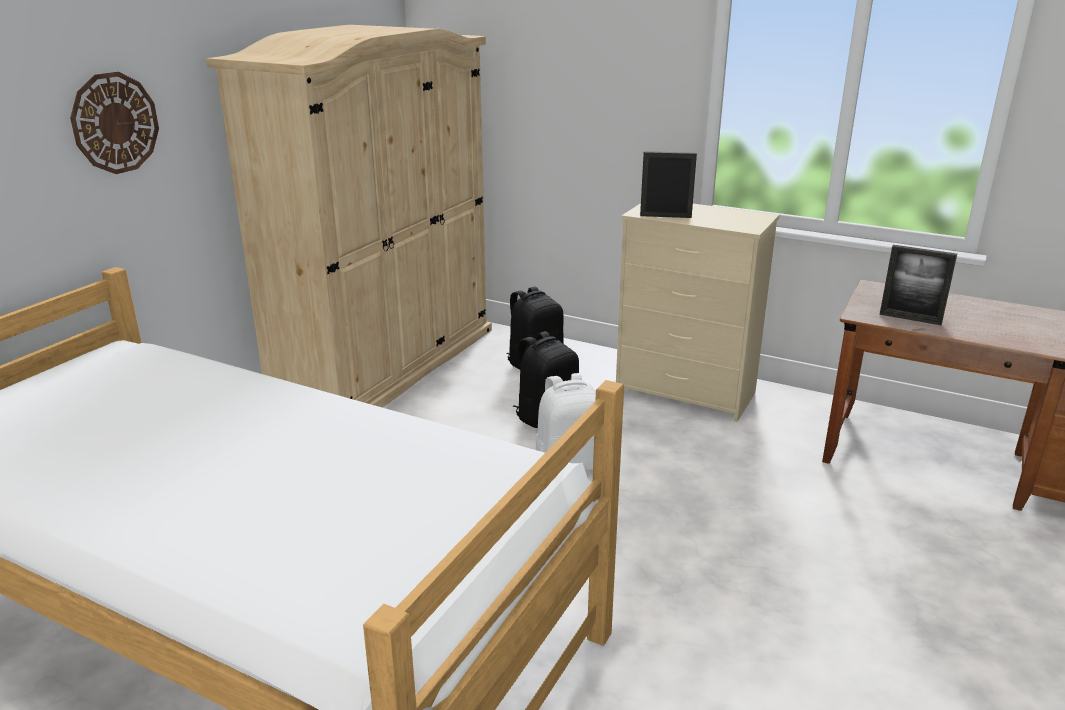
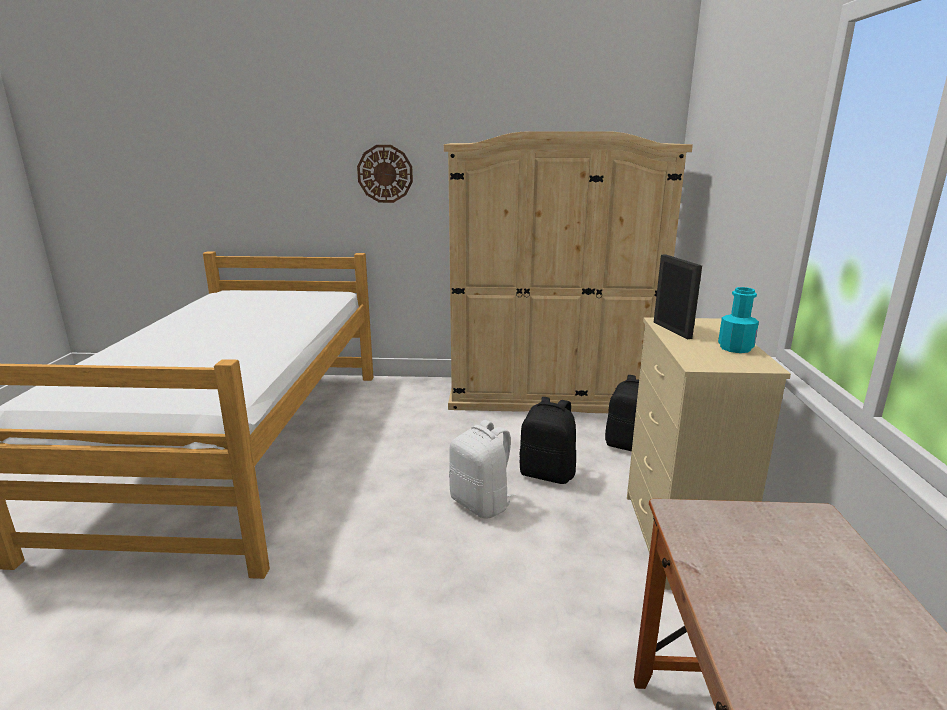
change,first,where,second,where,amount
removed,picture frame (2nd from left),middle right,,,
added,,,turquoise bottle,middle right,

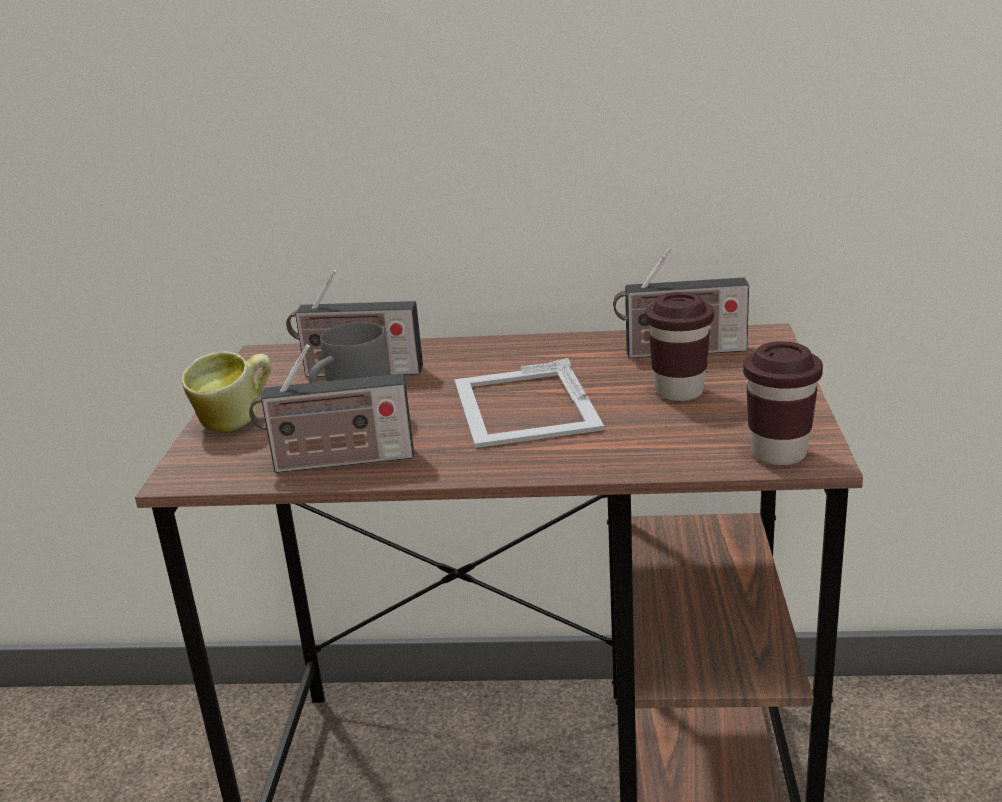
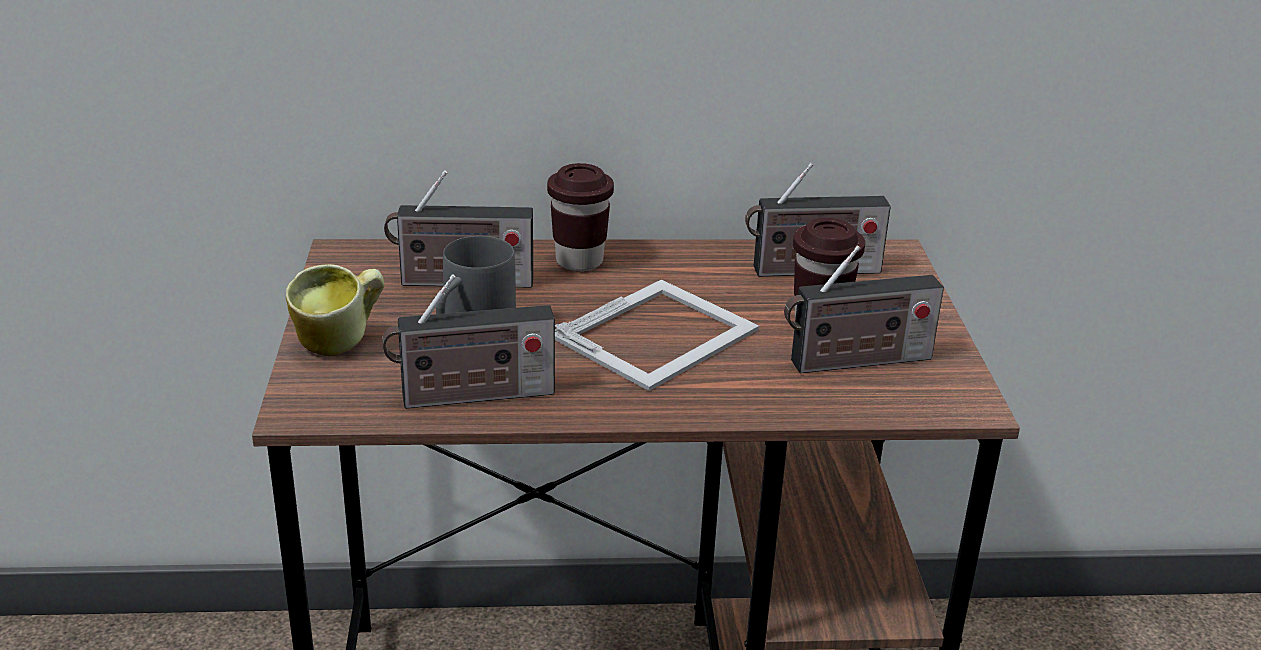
change,first,where,second,where,amount
moved,brown cup (2nd from left in the first image),middle right,brown cup (1st from left),centre,
turned,picture frame,centre,,centre,120 degrees counterclockwise
added,,,radio (4th from left),middle right,

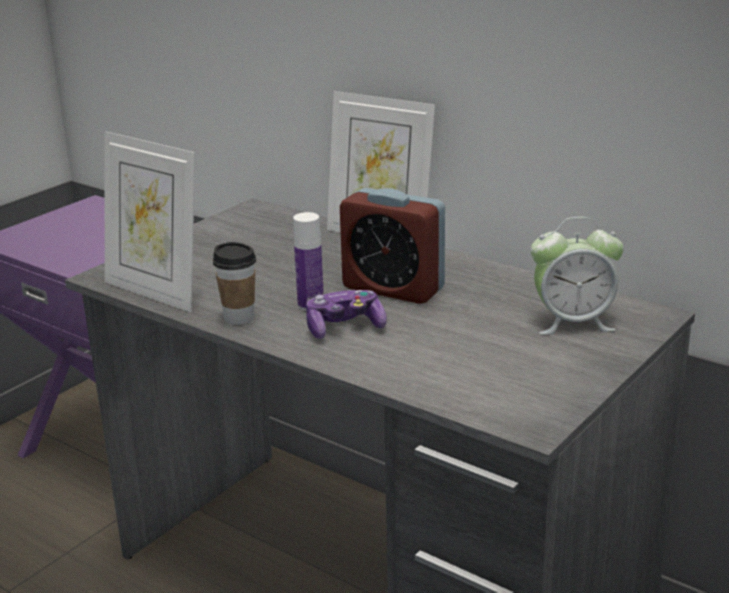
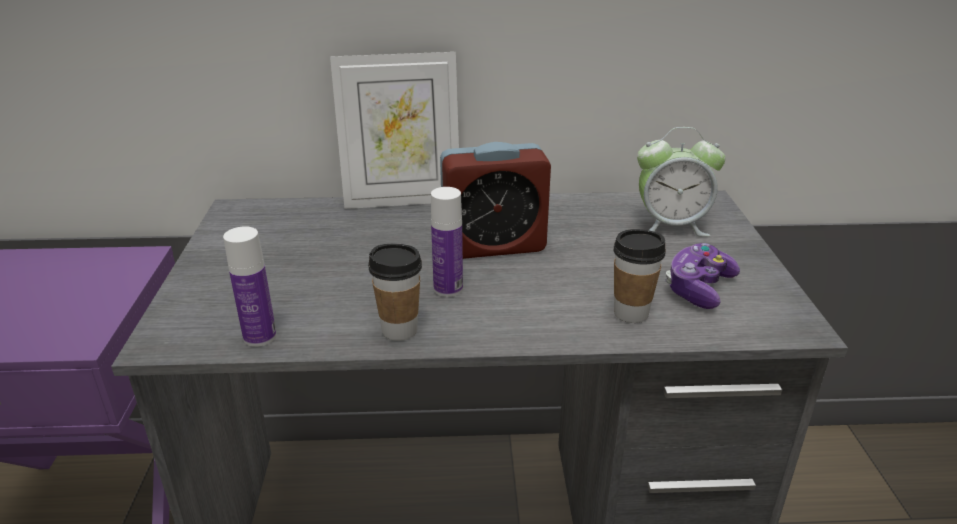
change,first,where,second,where,amount
replaced,picture frame (1st from left),middle left,bottle (1st from left),middle left,
turned,alarm clock (2nd from left),middle right,,middle right,45 degrees clockwise
moved,game controller,centre,,middle right,
added,,,cup (2nd from left),middle right,

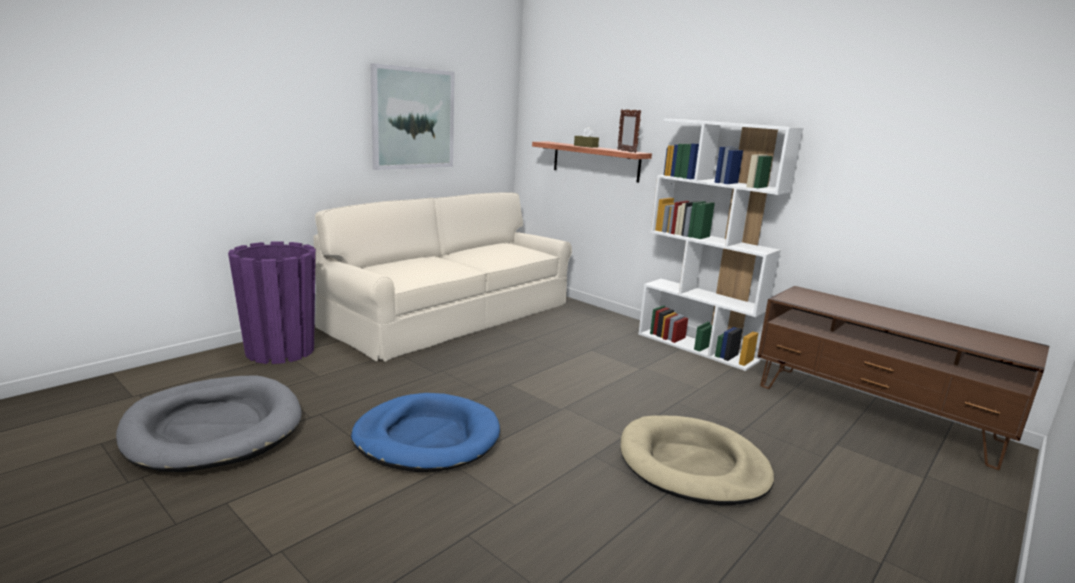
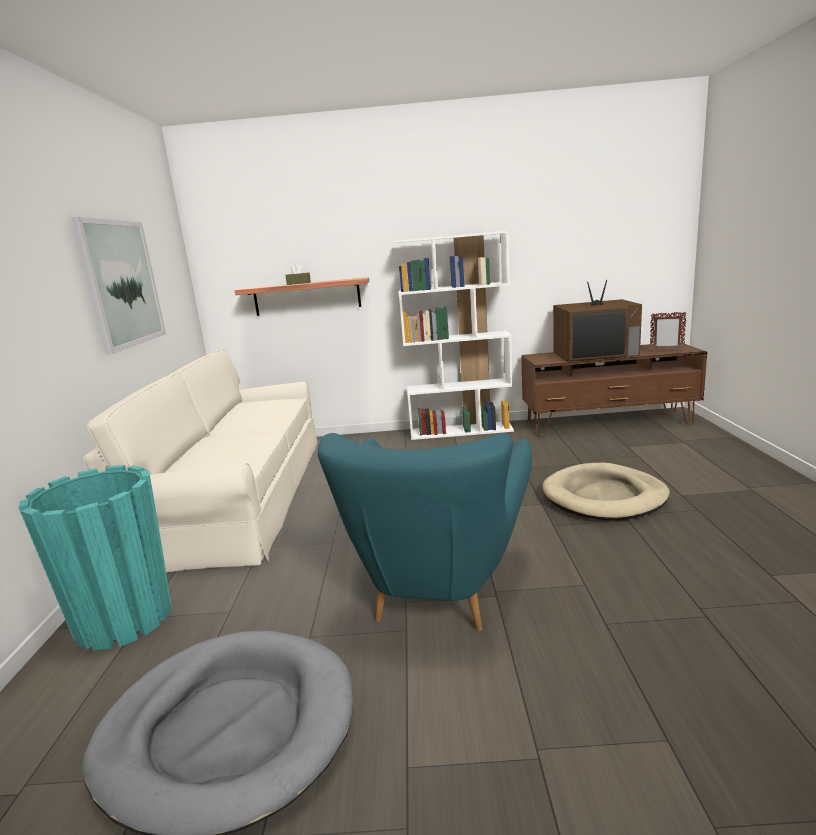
change,first,where,second,where,amount
moved,picture frame,top centre,,middle right,
recoloured,purple planter,middle left,turquoise planter,bottom left,
replaced,blue dog bed,bottom centre,turquoise armchair,centre,
added,,,television,middle right,

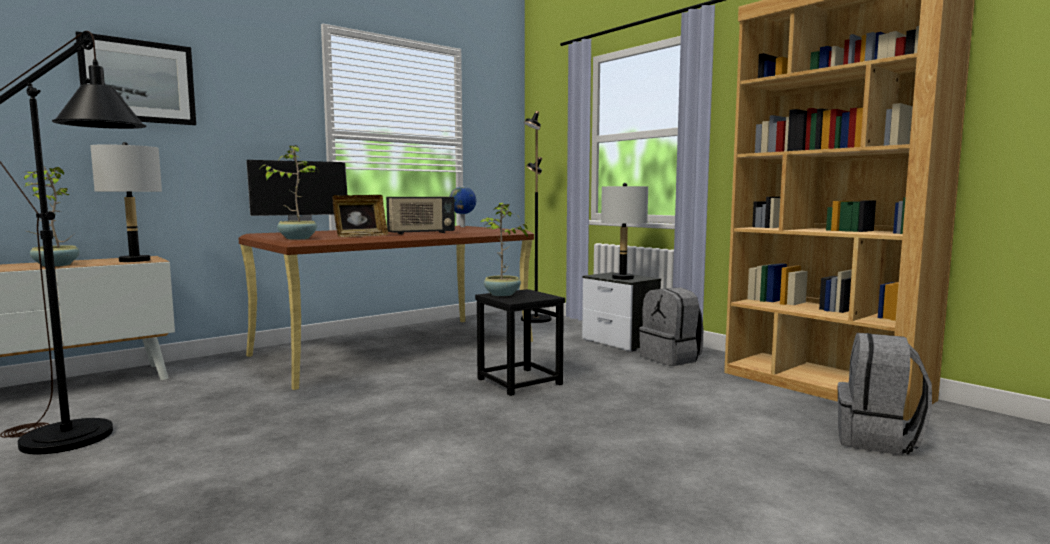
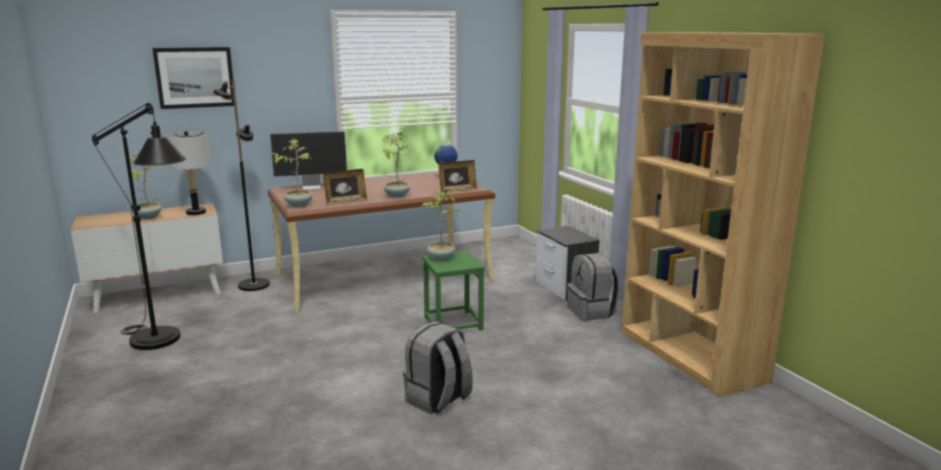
change,first,where,second,where,amount
moved,black floor lamp (2nd from left),centre,,middle left,
removed,grey table lamp (2nd from left),centre,,,
replaced,radio,centre,potted plant (3rd from left),centre,
recoloured,black stool,centre,green stool,centre,
moved,grey backpack (2nd from left in the first image),bottom right,grey backpack (1st from left),bottom centre,
added,,,picture frame (2nd from left),centre,

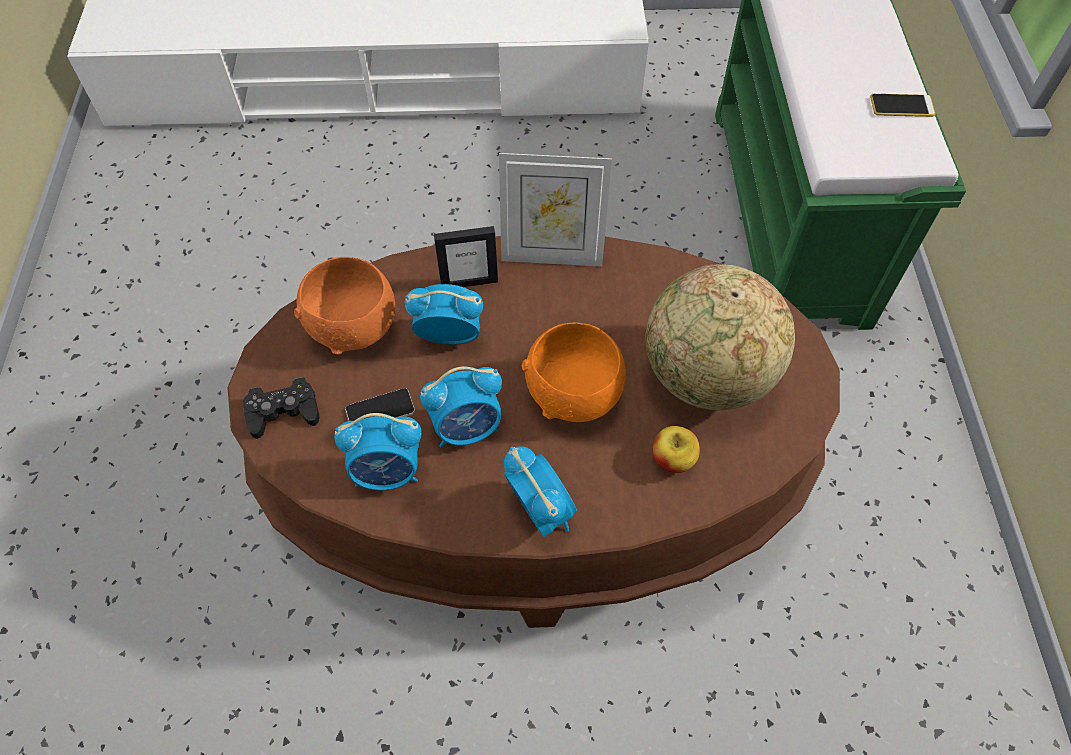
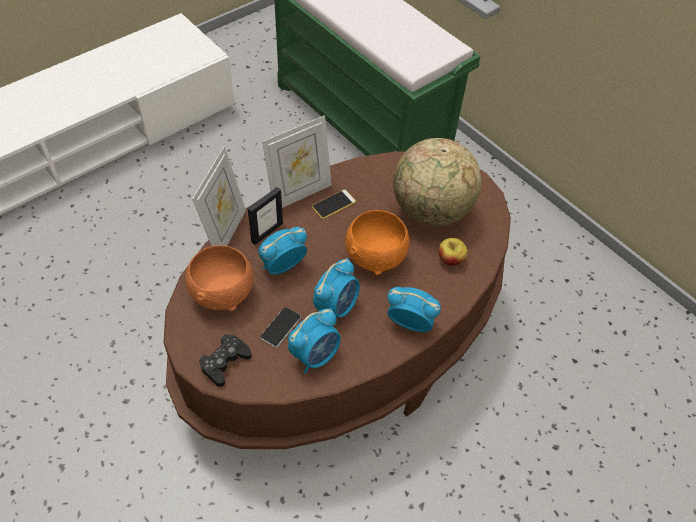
change,first,where,second,where,amount
moved,phone (2nd from left),top right,,centre,
added,,,picture frame (1st from left),middle left,

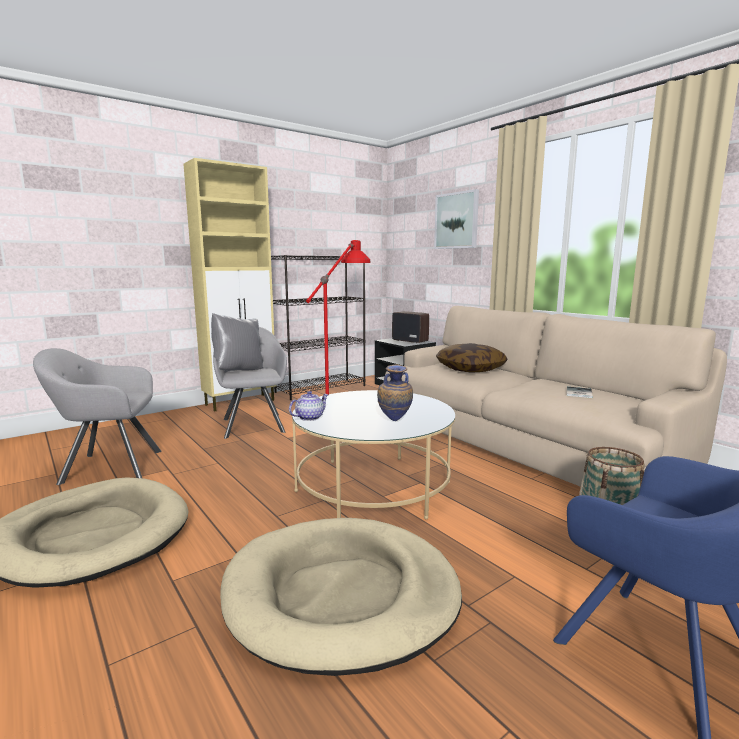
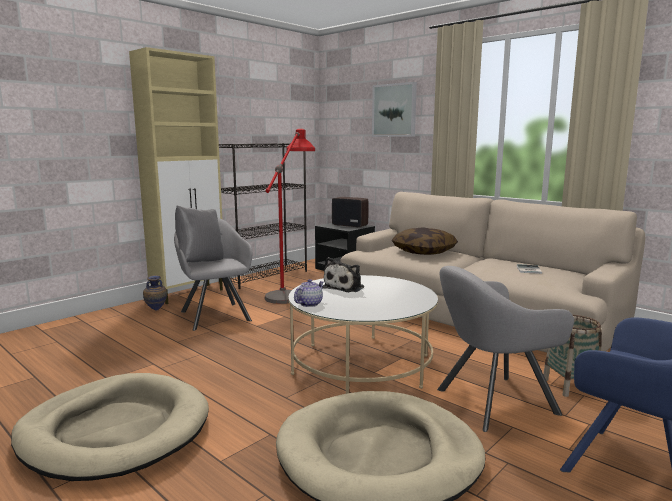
change,first,where,second,where,amount
moved,grey armchair (1st from left in the first image),middle left,grey armchair (2nd from left),bottom right,
moved,vase,centre,,middle left,
added,,,plush toy,centre,

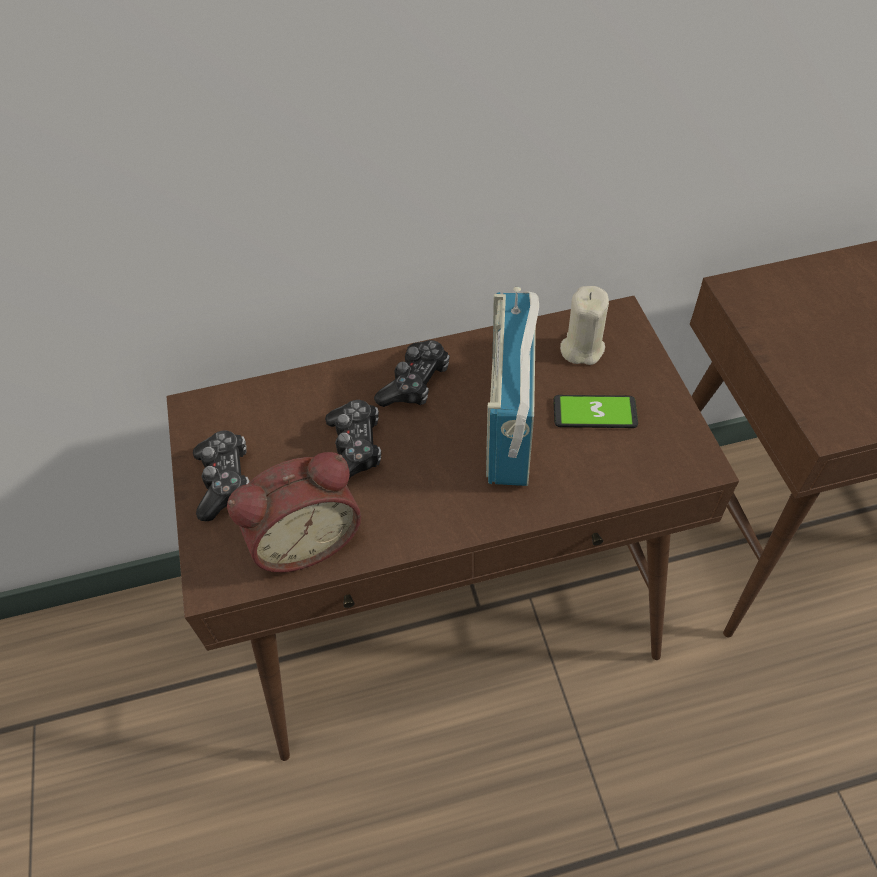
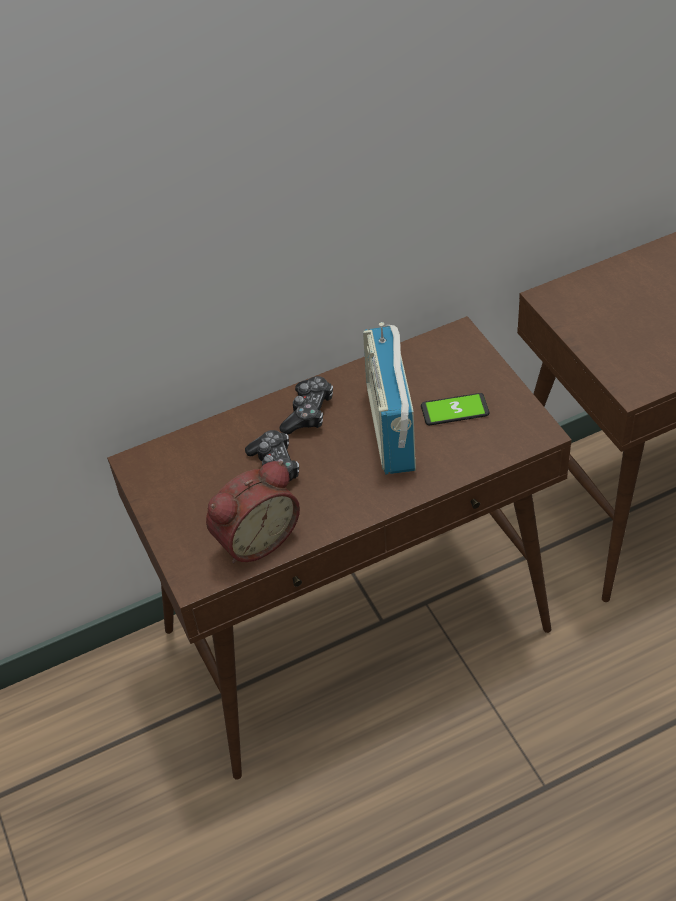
change,first,where,second,where,amount
removed,beige candle,centre,,,
removed,game controller (1st from left),middle left,,,

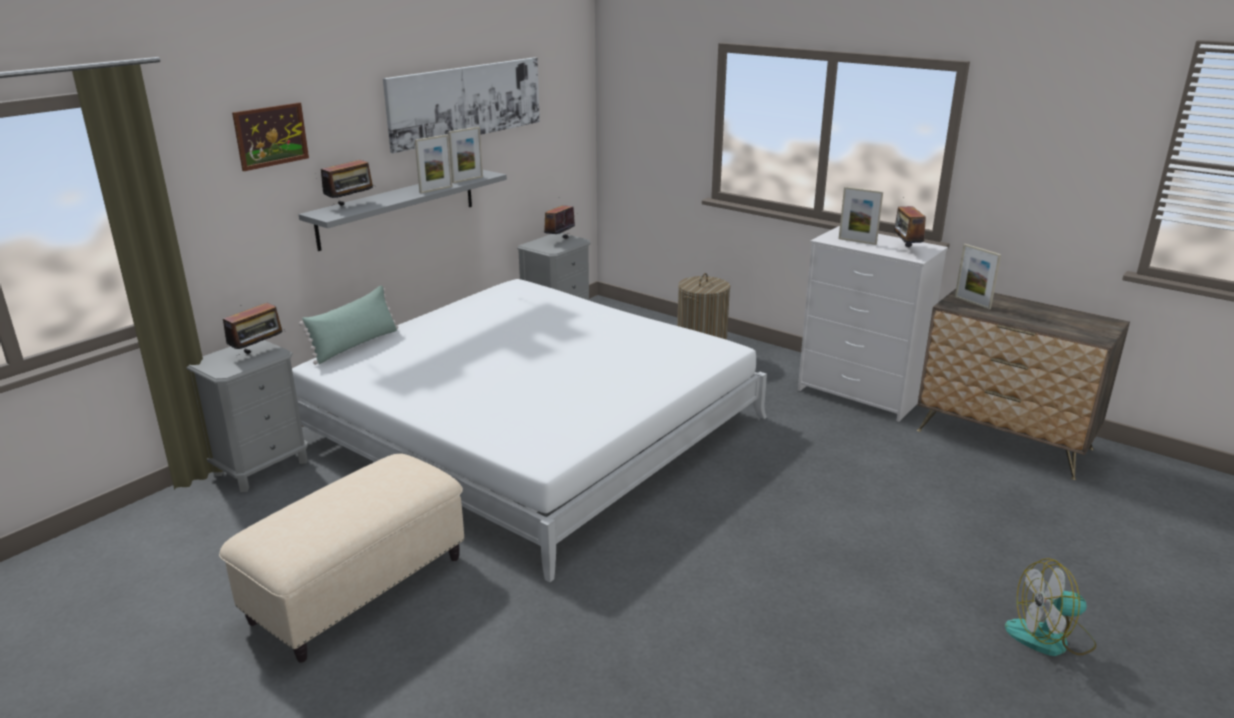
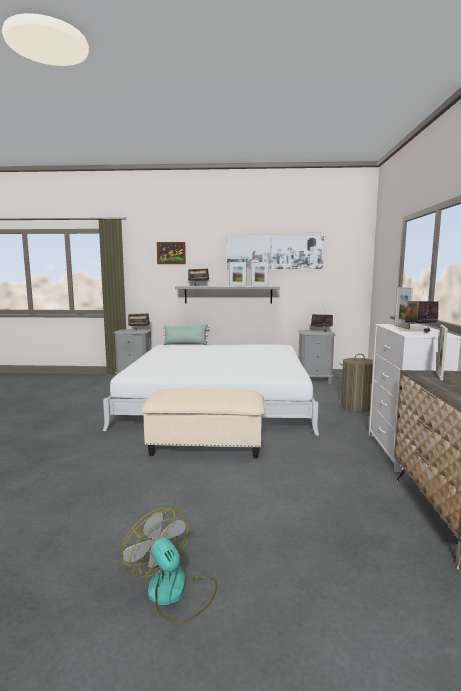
change,first,where,second,where,amount
moved,beige ottoman,bottom left,,centre,

